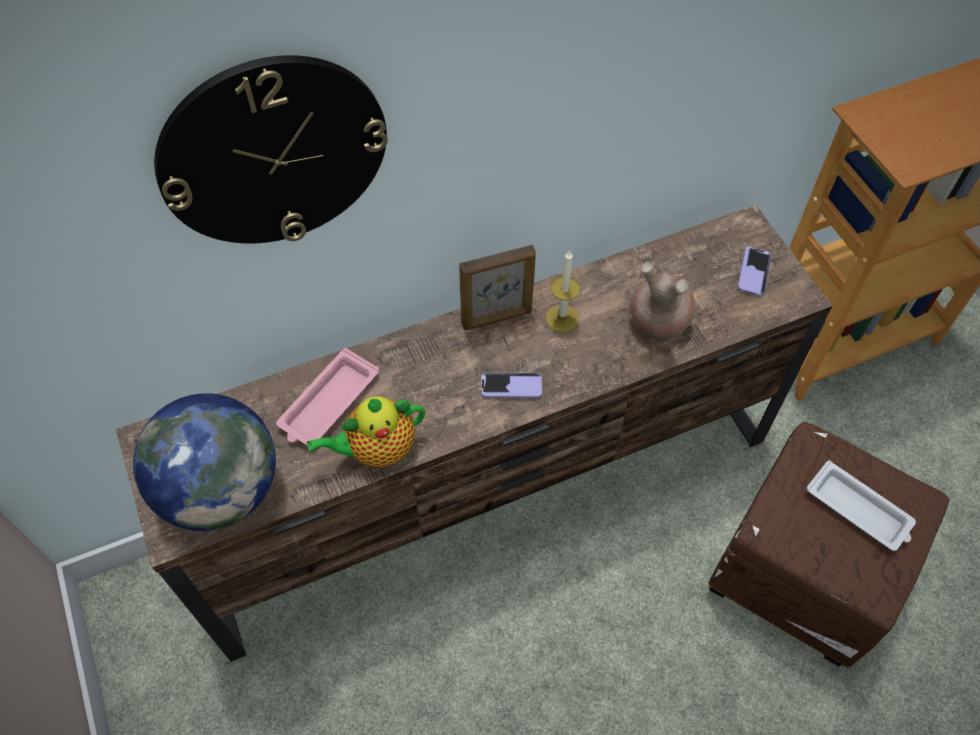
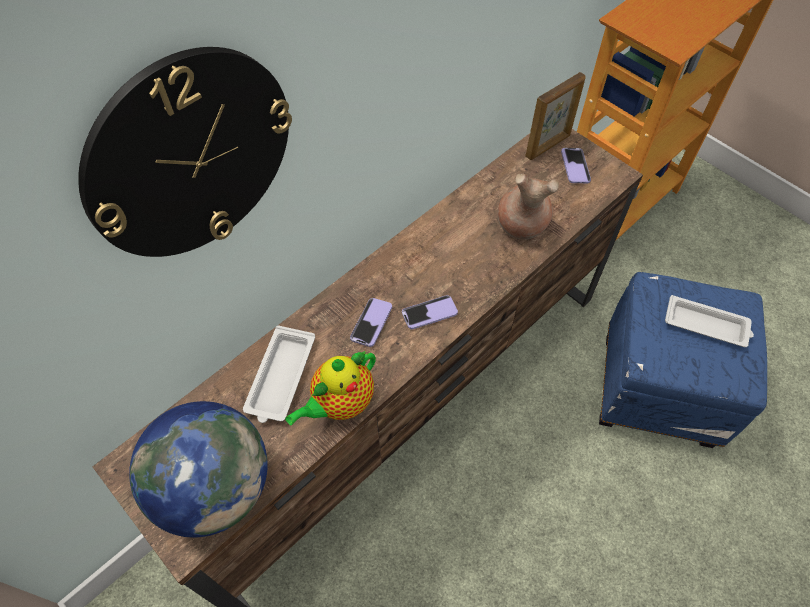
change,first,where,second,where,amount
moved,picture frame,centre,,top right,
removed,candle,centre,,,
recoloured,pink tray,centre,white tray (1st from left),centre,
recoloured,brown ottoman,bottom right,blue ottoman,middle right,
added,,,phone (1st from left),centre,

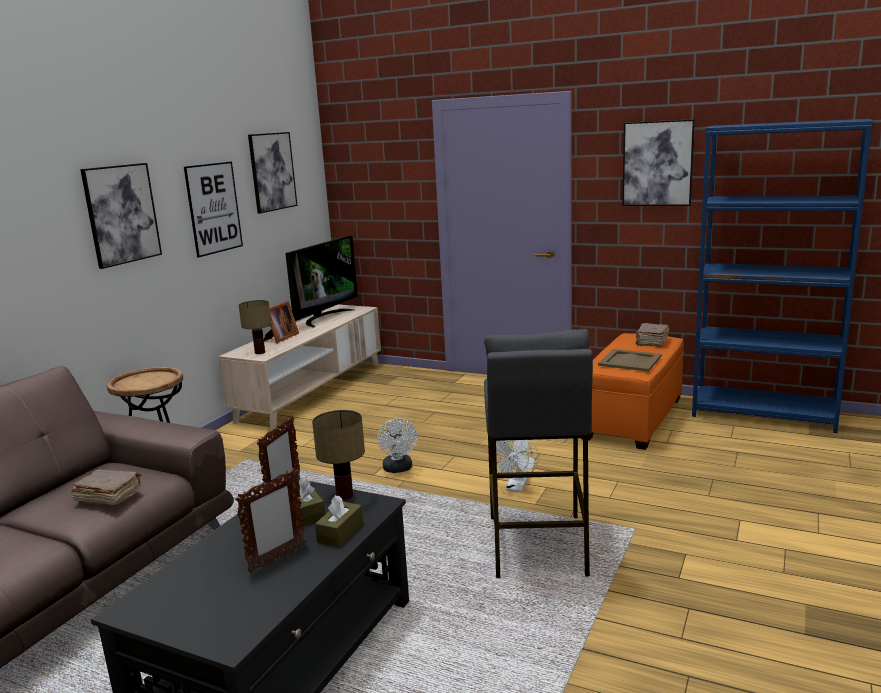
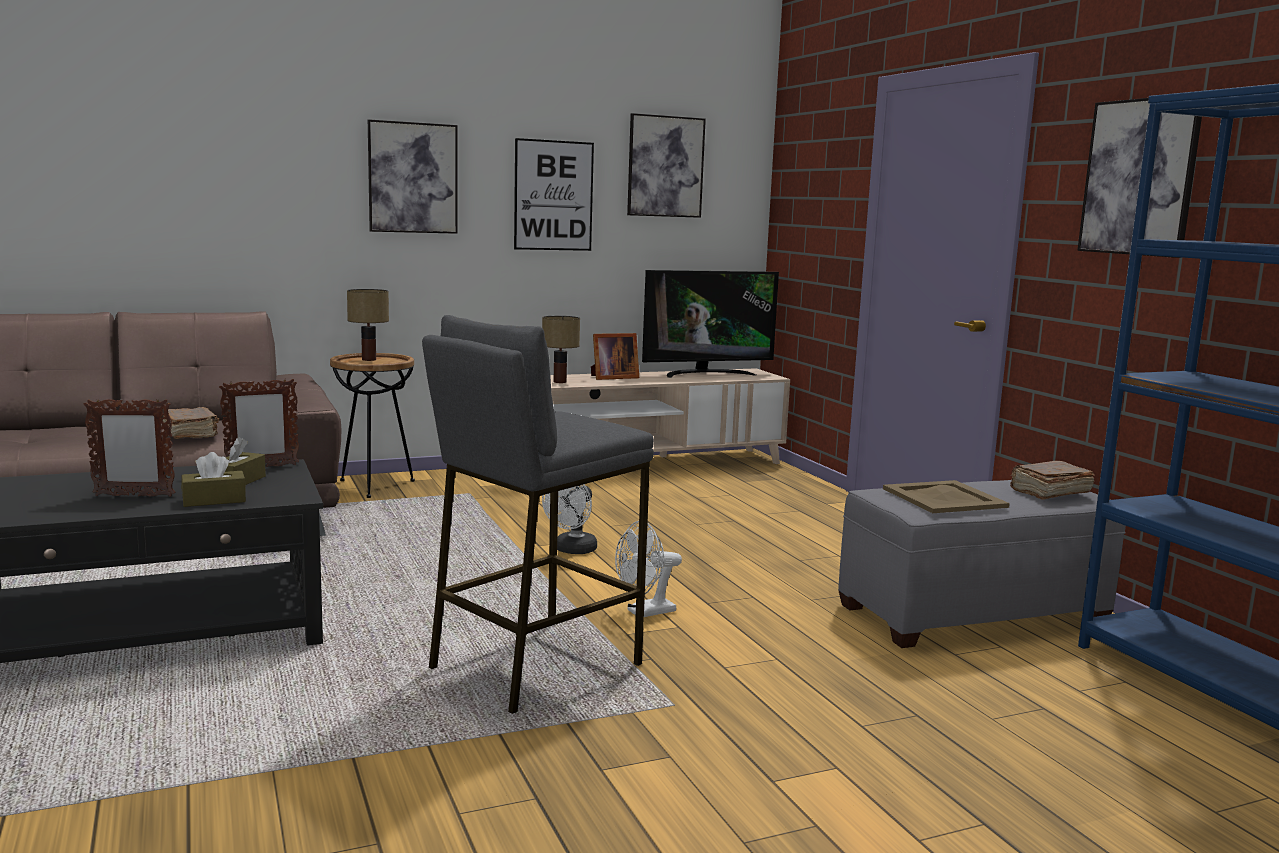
change,first,where,second,where,amount
recoloured,orange ottoman,middle right,grey ottoman,middle right,
moved,table lamp (2nd from left in the first image),centre,table lamp (1st from left),middle left,

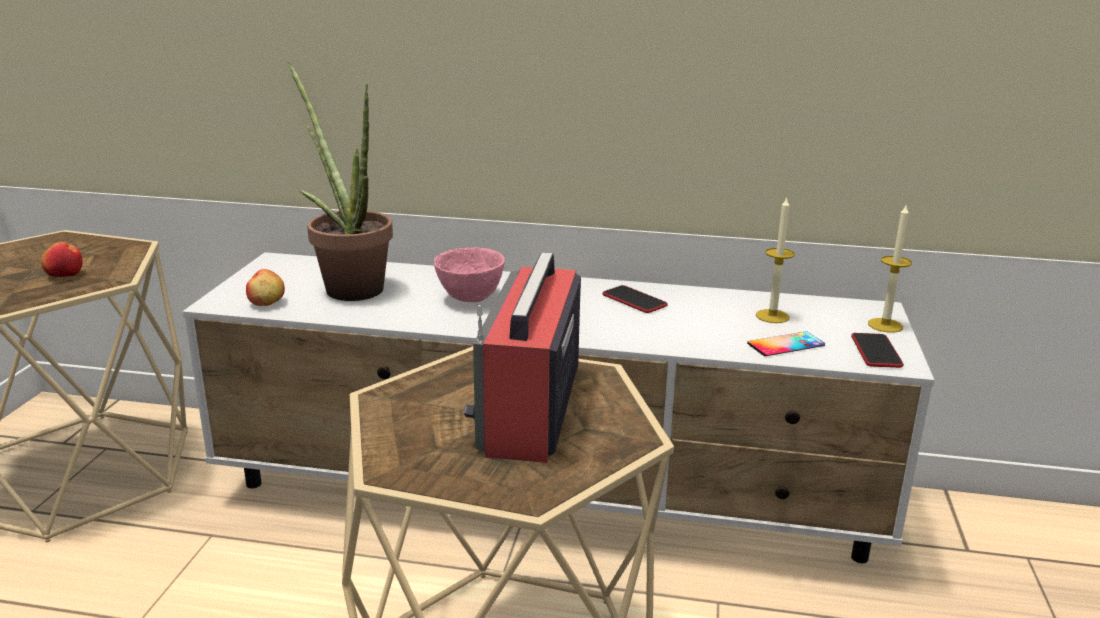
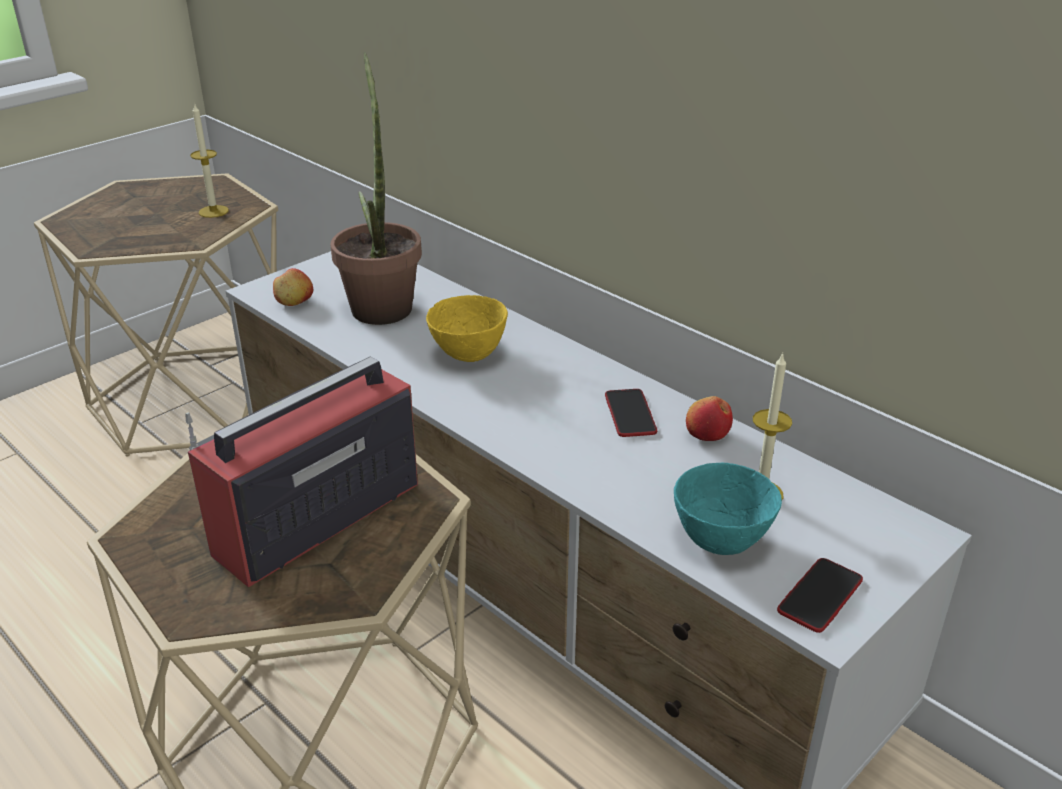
change,first,where,second,where,amount
moved,candle (2nd from left in the first image),middle right,candle (1st from left),top left,
moved,apple (1st from left in the first image),middle left,apple (2nd from left),middle right,
recoloured,pink bowl,centre,yellow bowl,centre,
replaced,phone (2nd from left),middle right,turquoise bowl,middle right,

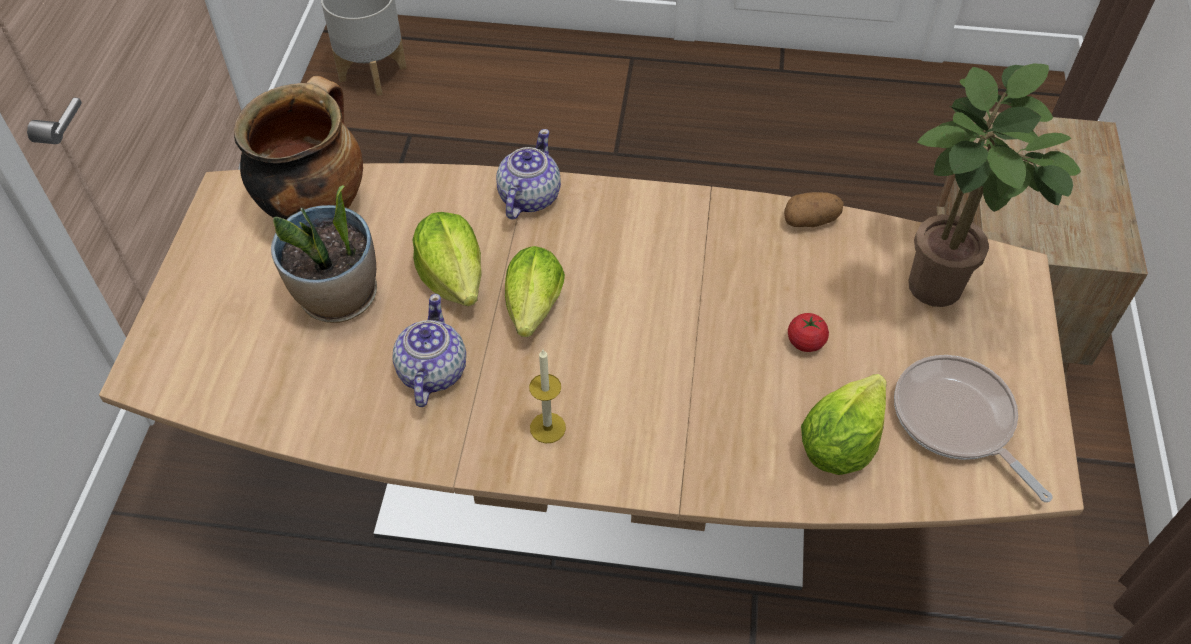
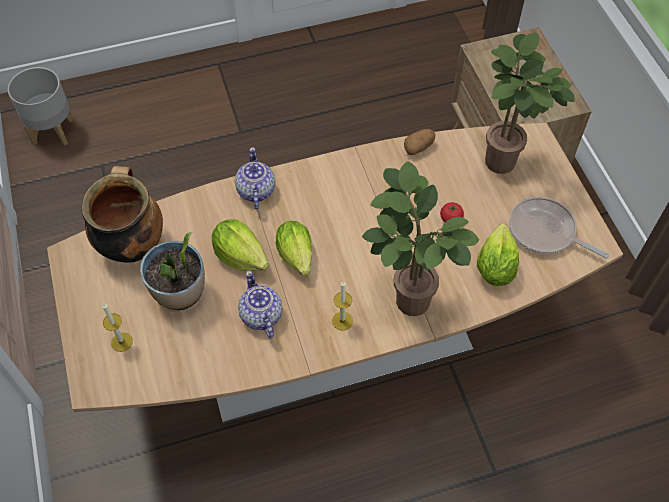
change,first,where,second,where,amount
added,,,potted plant (2nd from left),centre,
added,,,candle (1st from left),middle left,

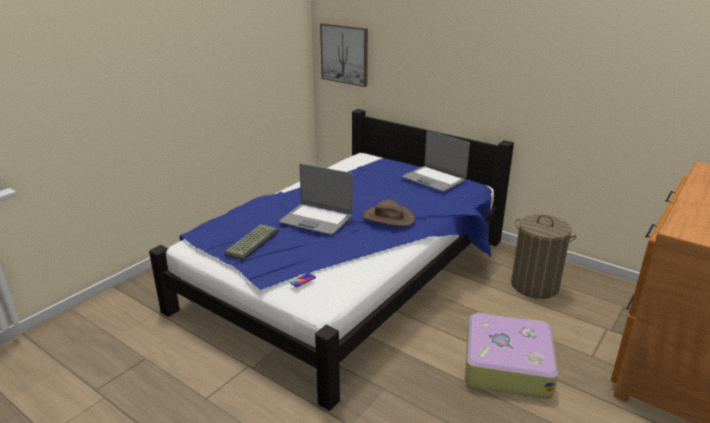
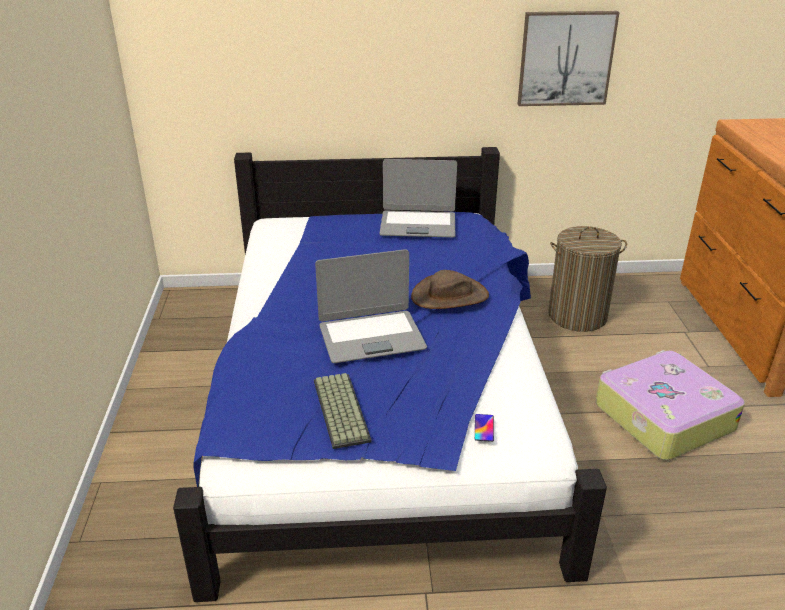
change,first,where,second,where,amount
moved,picture,top centre,,top right,

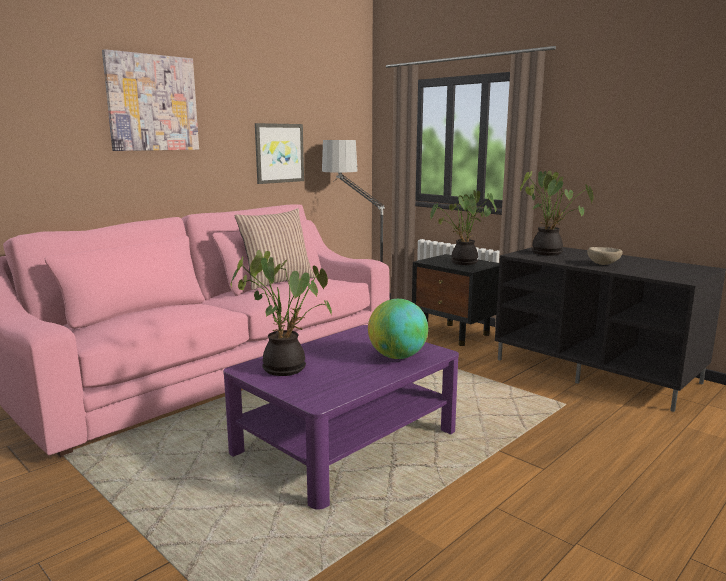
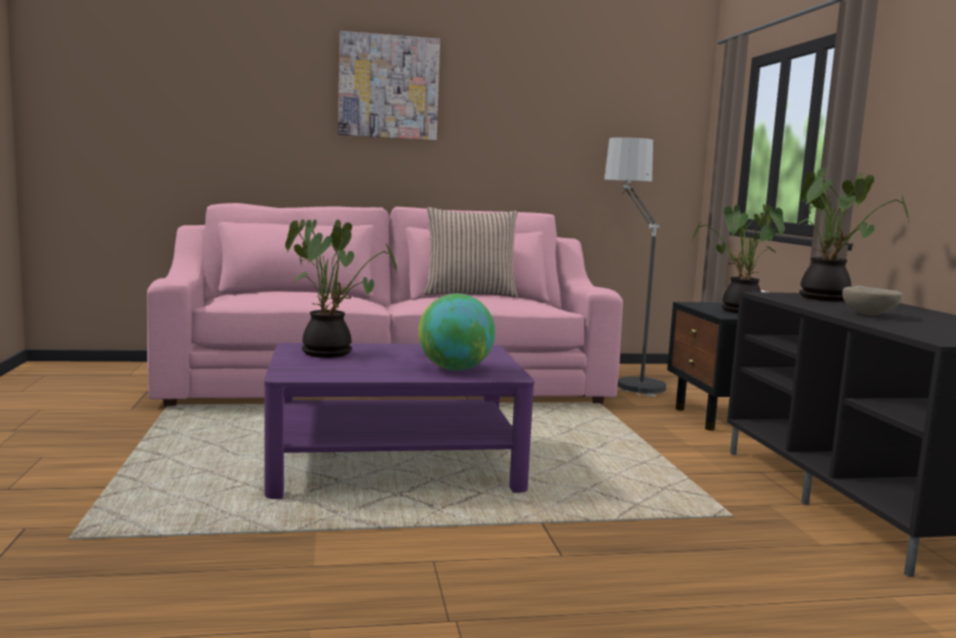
change,first,where,second,where,amount
removed,picture (2nd from left),top centre,,,

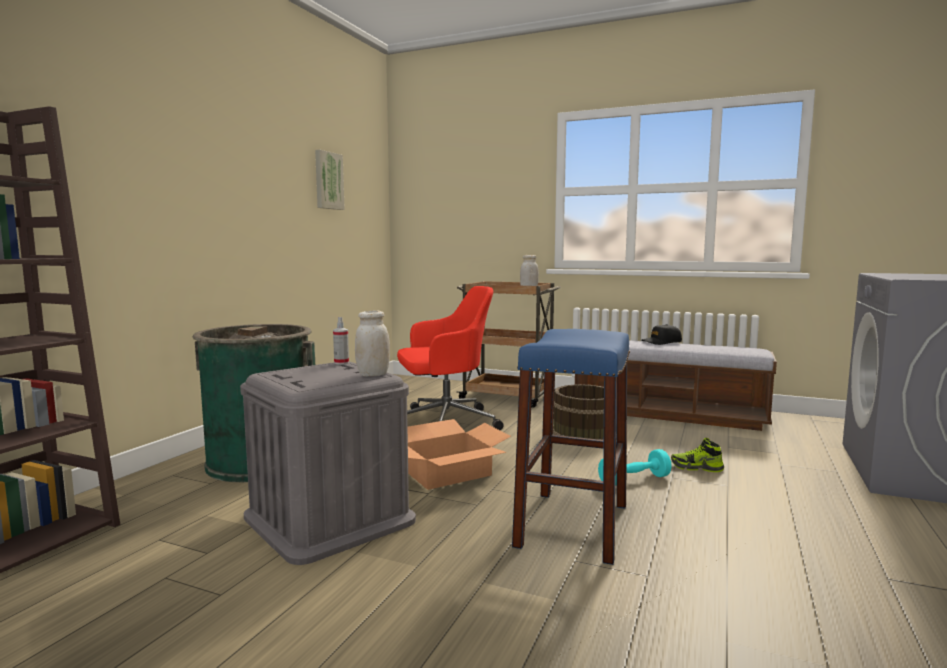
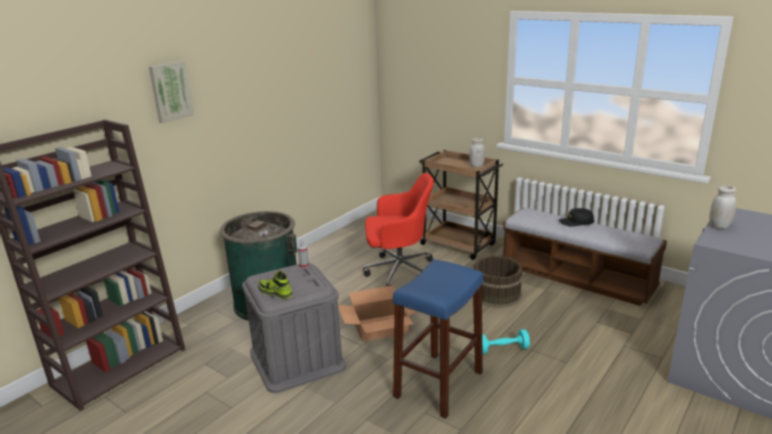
change,first,where,second,where,amount
moved,picture,top centre,,top left,
moved,white jar (1st from left in the first image),centre,white jar (2nd from left),middle right,
moved,shoe,bottom right,,centre,

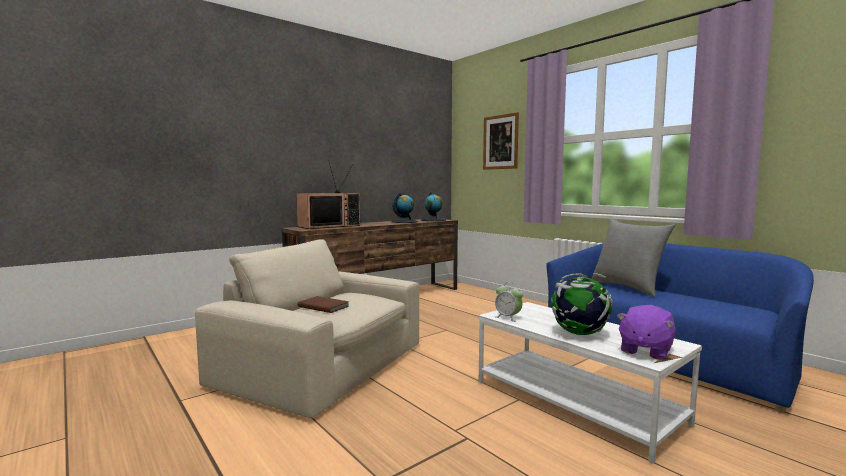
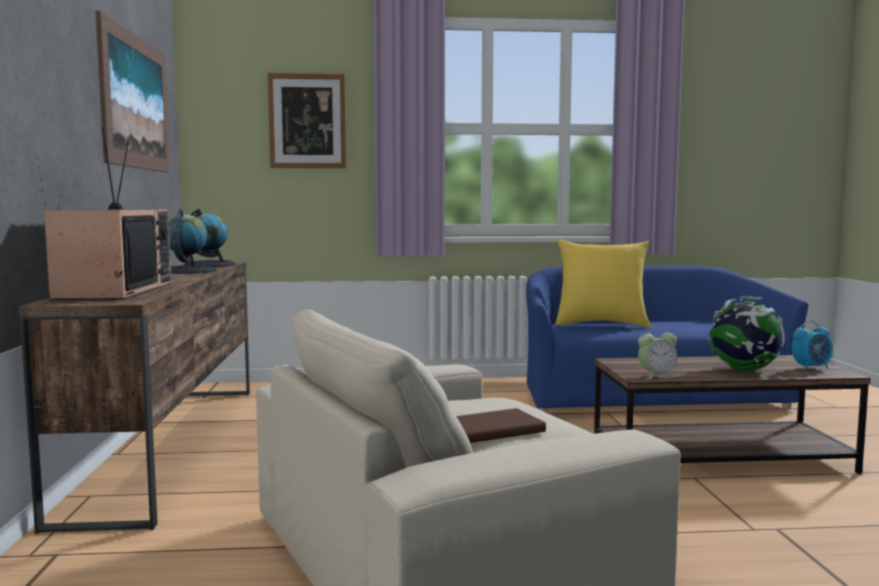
change,first,where,second,where,amount
recoloured,grey pillow,middle right,yellow pillow,middle right,
recoloured,white coffee table,bottom right,brown coffee table,bottom right,
replaced,purple plush toy,bottom right,alarm clock (2nd from left),middle right,
added,,,picture (1st from left),top left,

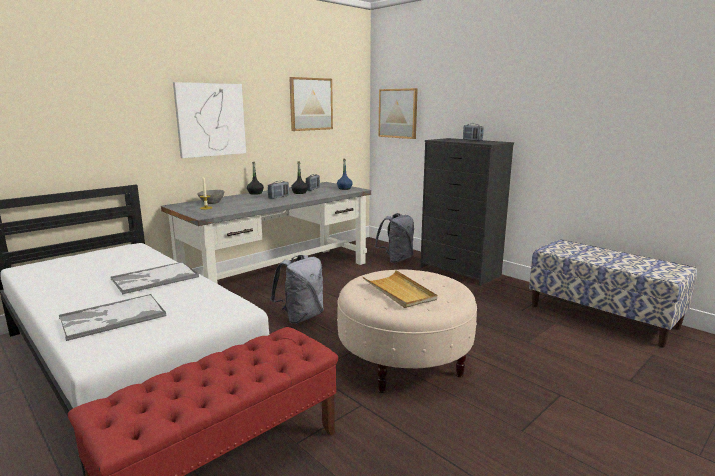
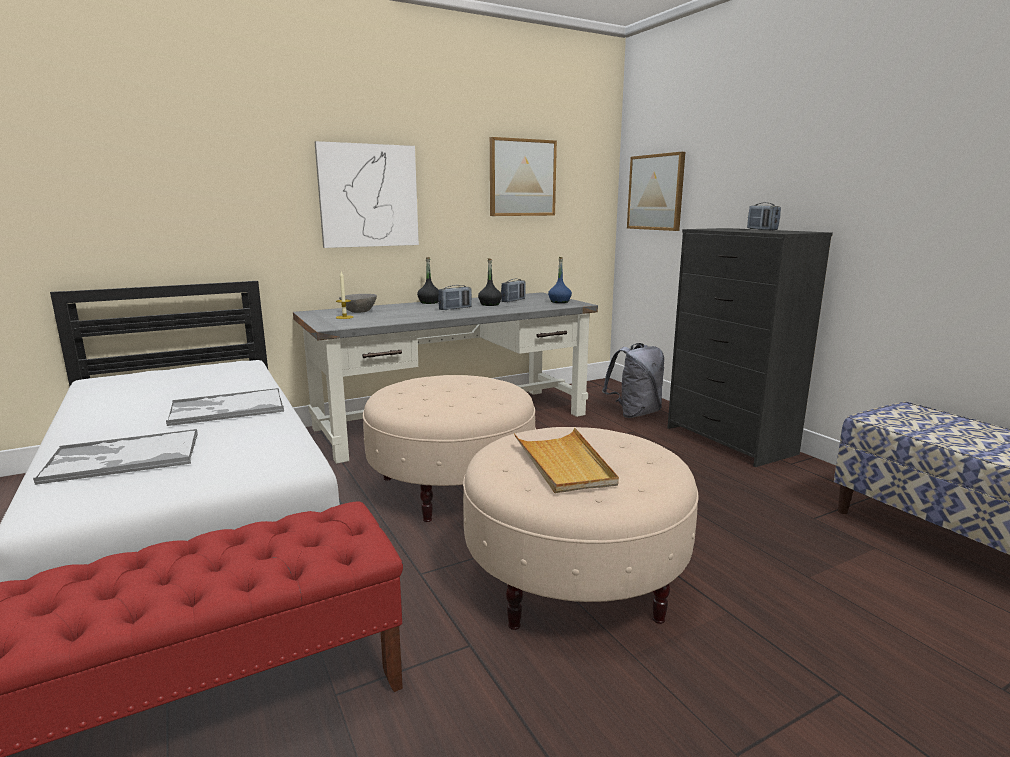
change,first,where,second,where,amount
replaced,grey backpack (1st from left),centre,beige ottoman (1st from left),centre,

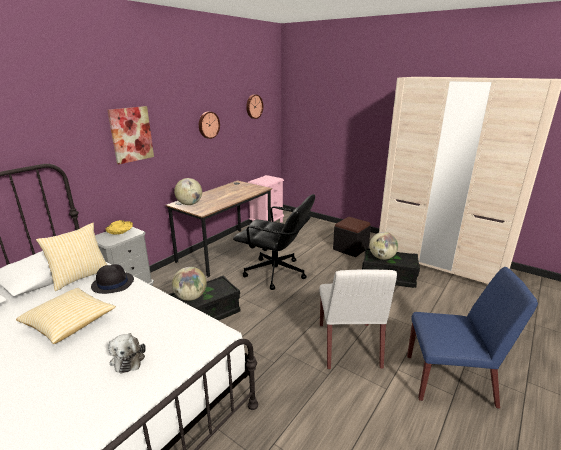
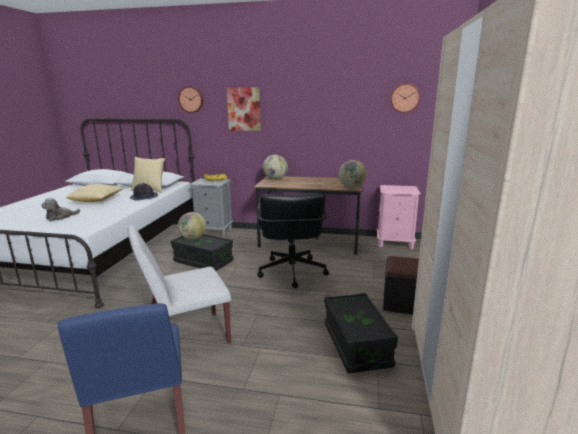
change,first,where,second,where,amount
moved,wall clock (1st from left),top centre,,top left,
moved,globe (3rd from left),middle right,,centre,

